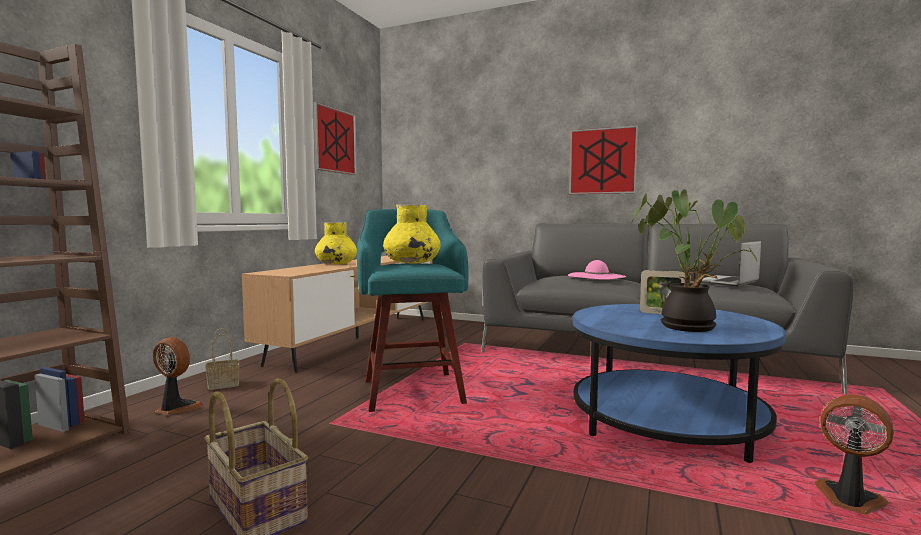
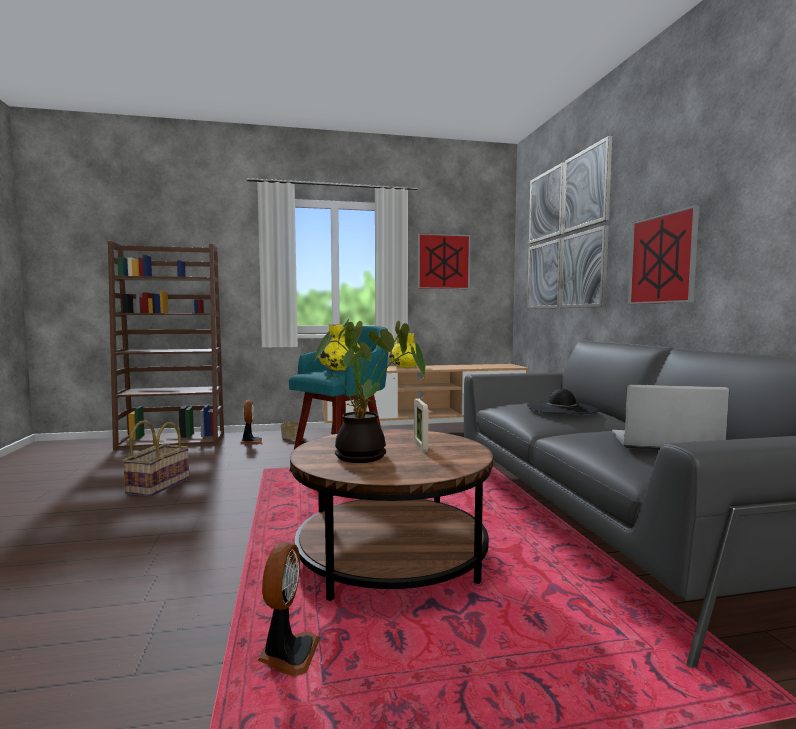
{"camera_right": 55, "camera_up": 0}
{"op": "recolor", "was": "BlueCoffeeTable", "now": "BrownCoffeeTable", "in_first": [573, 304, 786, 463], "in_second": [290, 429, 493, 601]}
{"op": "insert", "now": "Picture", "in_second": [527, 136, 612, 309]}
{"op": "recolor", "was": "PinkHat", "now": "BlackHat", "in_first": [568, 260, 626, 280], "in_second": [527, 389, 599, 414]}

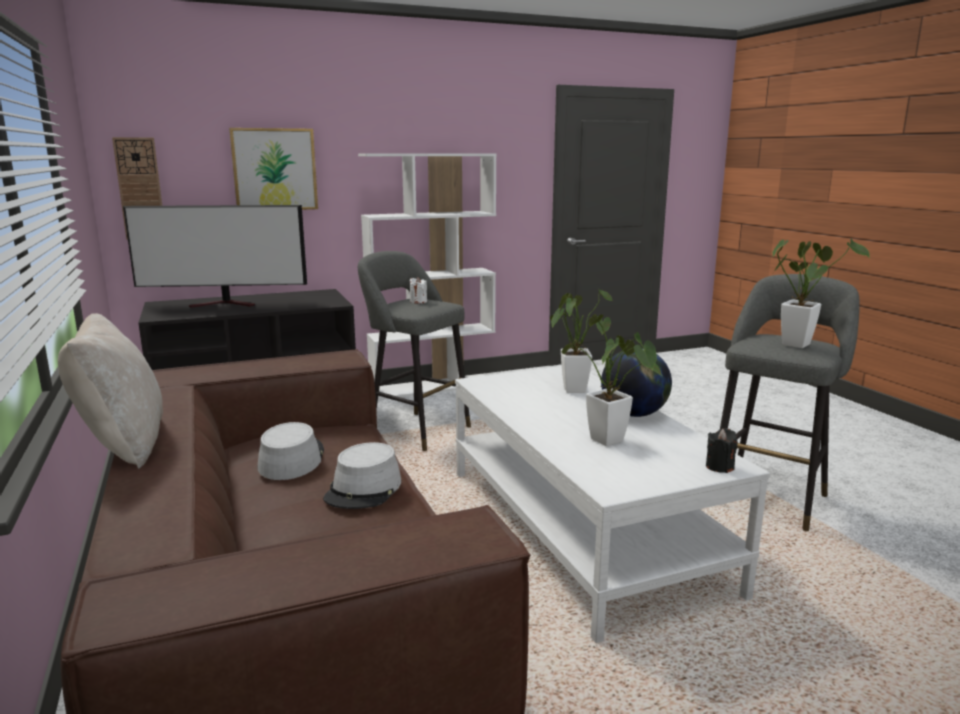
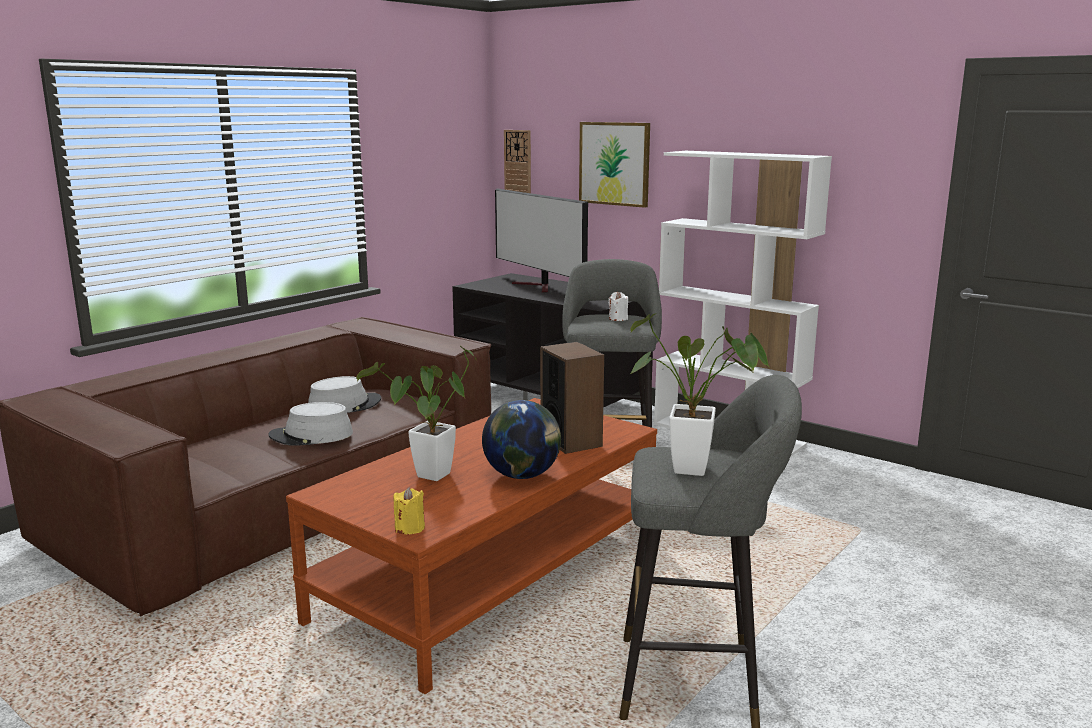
{"camera_right": 60, "camera_up": 0}
{"op": "recolor", "was": "WhiteCoffeeTable", "now": "BrownCoffeeTable", "in_first": [455, 366, 770, 643], "in_second": [286, 398, 657, 694]}
{"op": "recolor", "was": "BlackCandle", "now": "YellowCandle", "in_first": [706, 428, 738, 473], "in_second": [393, 487, 425, 535]}
{"op": "replace", "was": "PottedPlant", "now": "Speaker", "in_first": [550, 289, 613, 393], "in_second": [540, 342, 604, 454]}
{"op": "delete", "was": "BeigePillow", "in_first": [58, 313, 163, 469]}

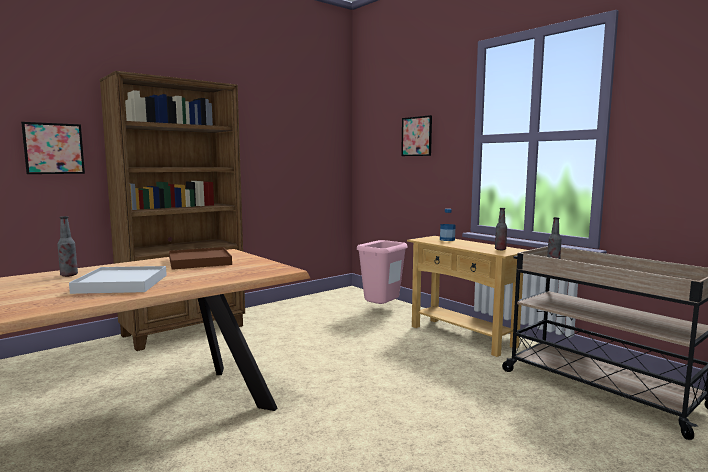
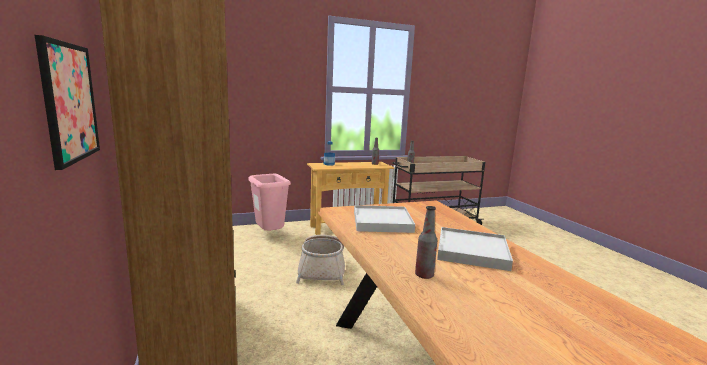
{"camera_right": -70, "camera_up": 5}
{"op": "insert", "now": "Basket", "in_second": [296, 235, 345, 285]}
{"op": "recolor", "was": "BrownTray", "now": "WhiteTray", "in_first": [169, 247, 232, 270], "in_second": [354, 205, 415, 233]}
{"op": "delete", "was": "Picture", "in_first": [401, 115, 432, 156]}

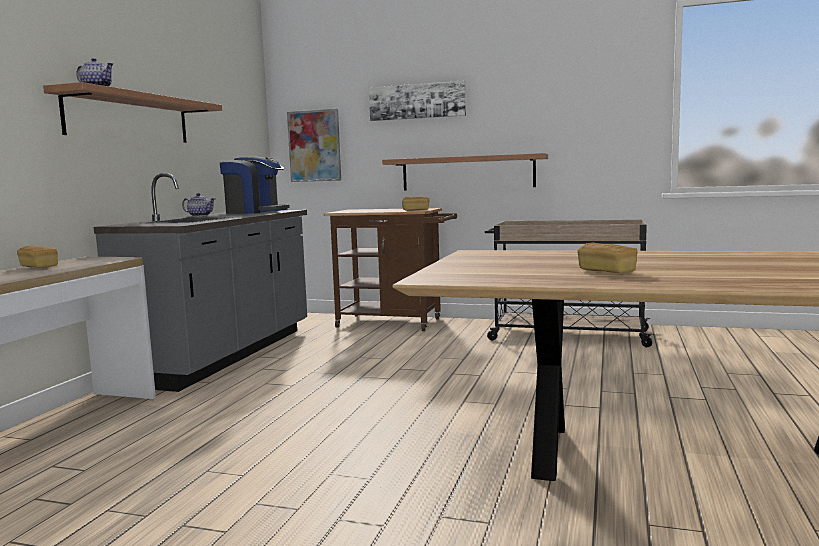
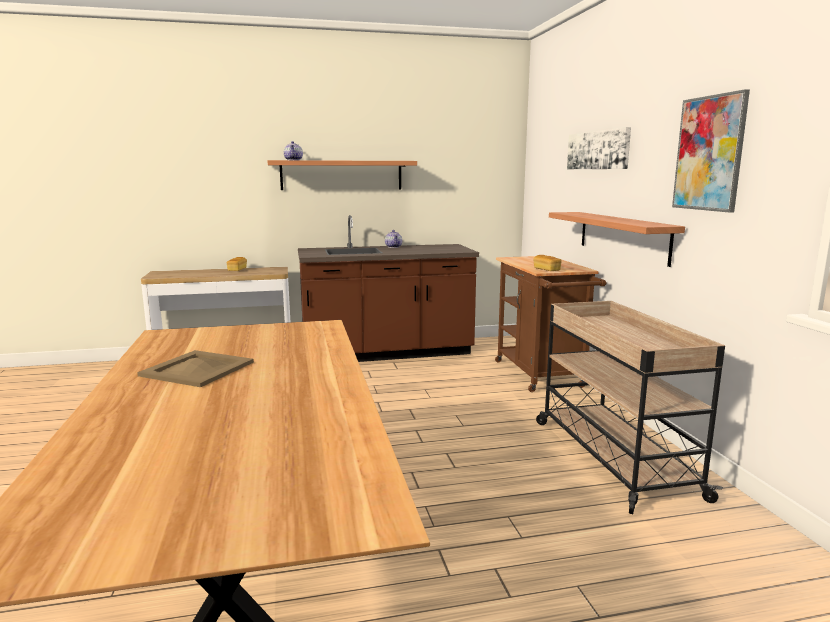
{"camera_right": 60, "camera_up": 5}
{"op": "replace", "was": "Bread", "now": "BeigeTray", "in_first": [577, 243, 638, 273], "in_second": [137, 350, 254, 387]}
{"op": "recolor", "was": "GreyCounter", "now": "BrownCounter", "in_first": [94, 173, 307, 392], "in_second": [298, 215, 479, 362]}
{"op": "move", "was": "Picture", "in_first": [287, 109, 341, 182], "in_second": [672, 89, 750, 213]}
{"op": "delete", "was": "CoffeeMachine", "in_first": [220, 156, 290, 214]}

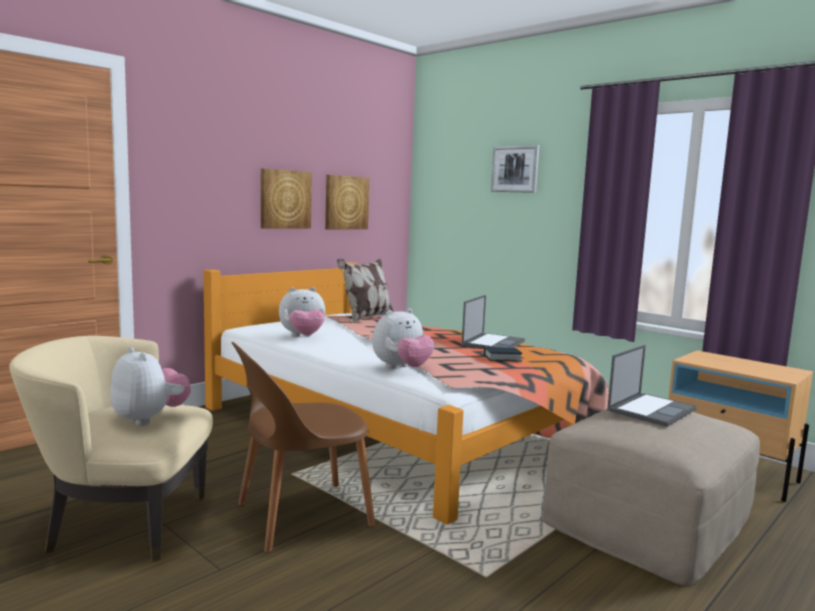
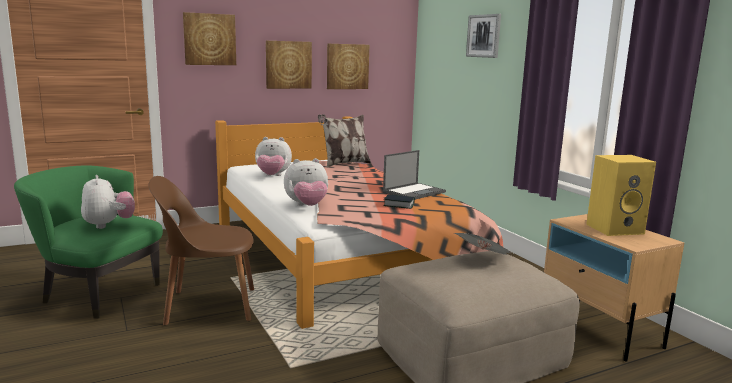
{"camera_right": 20, "camera_up": 5}
{"op": "recolor", "was": "BeigeArmchair", "now": "GreenArmchair", "in_first": [9, 336, 213, 562], "in_second": [14, 166, 163, 319]}
{"op": "insert", "now": "Picture", "in_second": [183, 12, 236, 65]}
{"op": "replace", "was": "Laptop", "now": "Newspaper", "in_first": [607, 345, 697, 427], "in_second": [454, 233, 511, 255]}
{"op": "insert", "now": "YellowSpeaker", "in_second": [586, 155, 656, 236]}

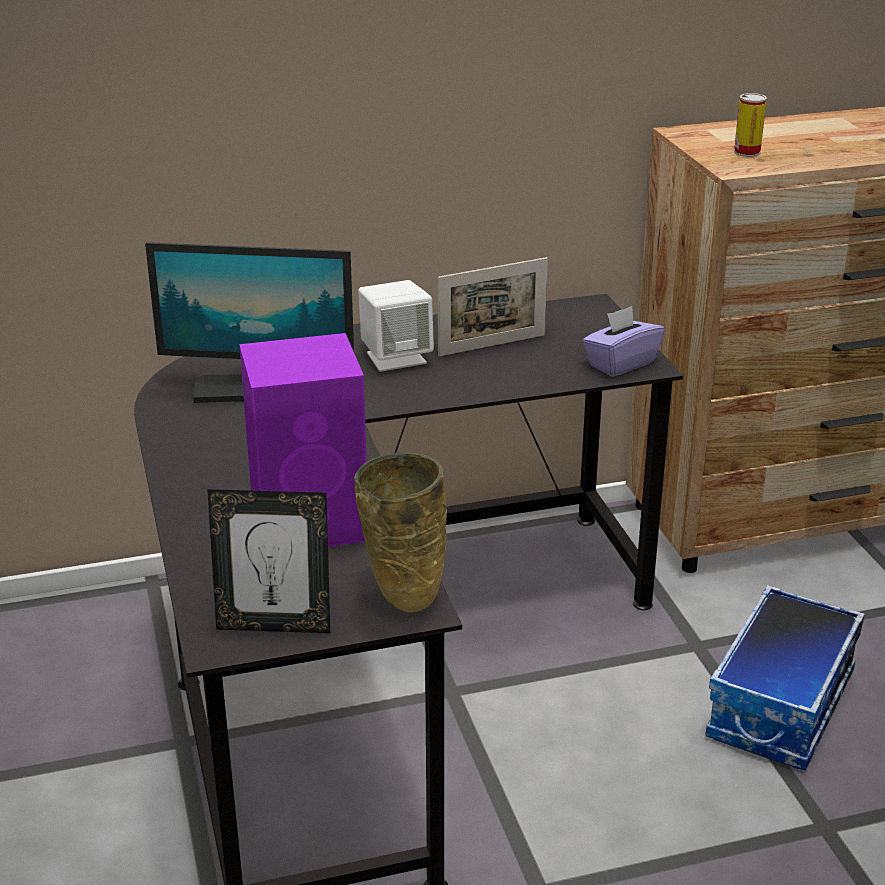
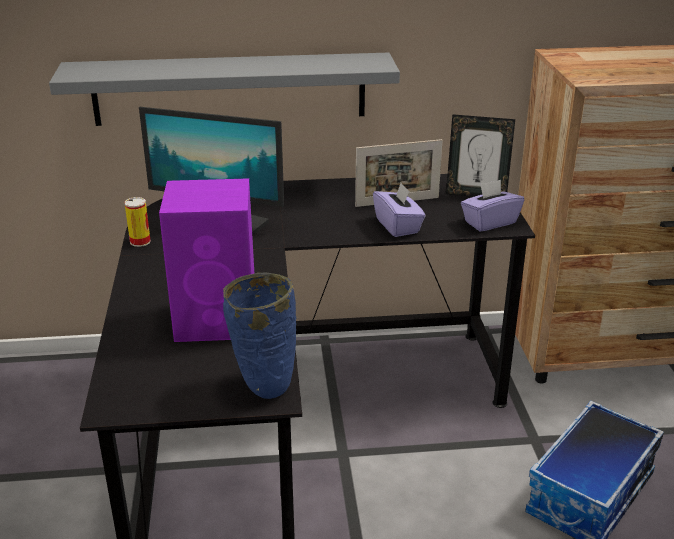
{"camera_right": 10, "camera_up": 0}
{"op": "insert", "now": "GreyShelf", "in_second": [49, 53, 400, 126]}
{"op": "move", "was": "Can", "in_first": [734, 93, 767, 157], "in_second": [125, 197, 151, 247]}
{"op": "recolor", "was": "BeigeVase", "now": "BlueVase", "in_first": [354, 452, 447, 612], "in_second": [223, 273, 296, 399]}
{"op": "insert", "now": "PurpleTissueBox", "in_second": [373, 183, 425, 237]}
{"op": "move", "was": "PictureFrame", "in_first": [207, 489, 330, 633], "in_second": [446, 114, 515, 197]}
{"op": "delete", "was": "WhiteSpeaker", "in_first": [358, 280, 434, 372]}

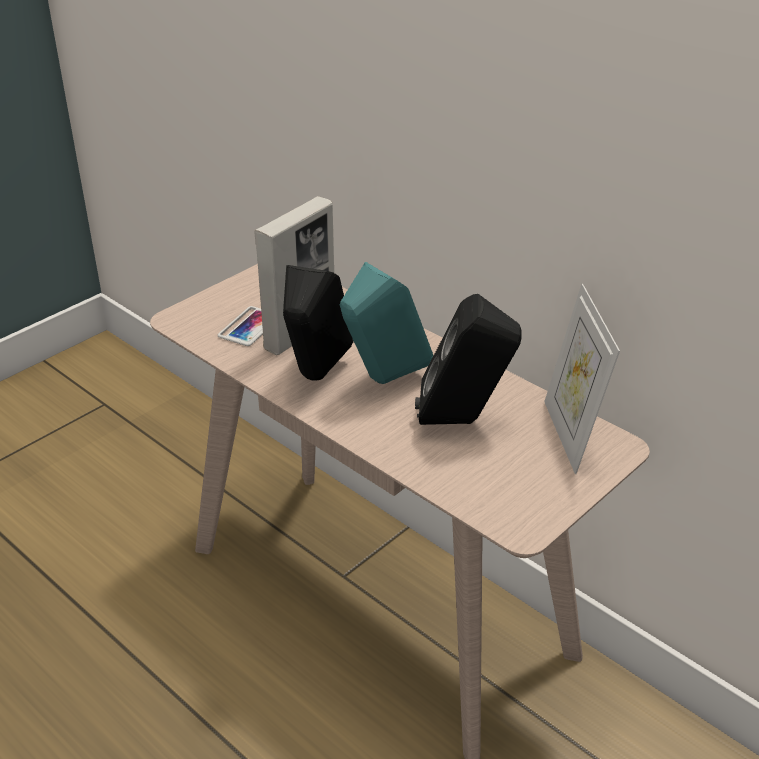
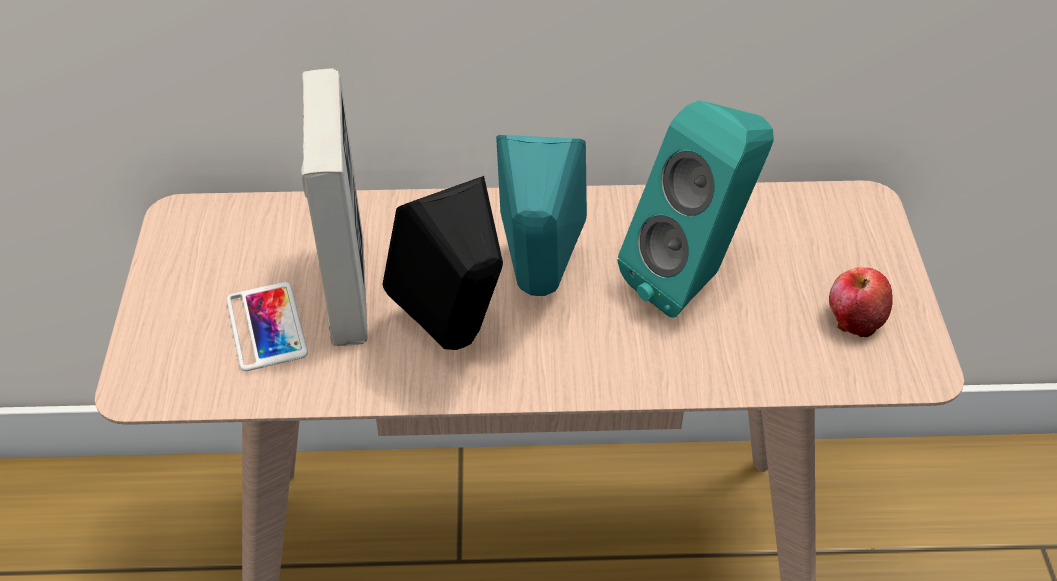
{"camera_right": -45, "camera_up": 10}
{"op": "recolor", "was": "BlackSpeaker", "now": "TurquoiseSpeaker", "in_first": [415, 294, 522, 425], "in_second": [618, 100, 774, 318]}
{"op": "insert", "now": "Apple", "in_second": [829, 267, 893, 337]}
{"op": "delete", "was": "PictureFrame", "in_first": [544, 284, 620, 474]}

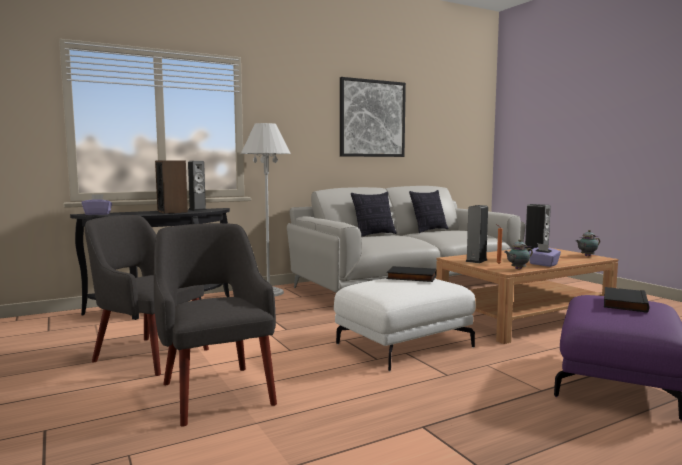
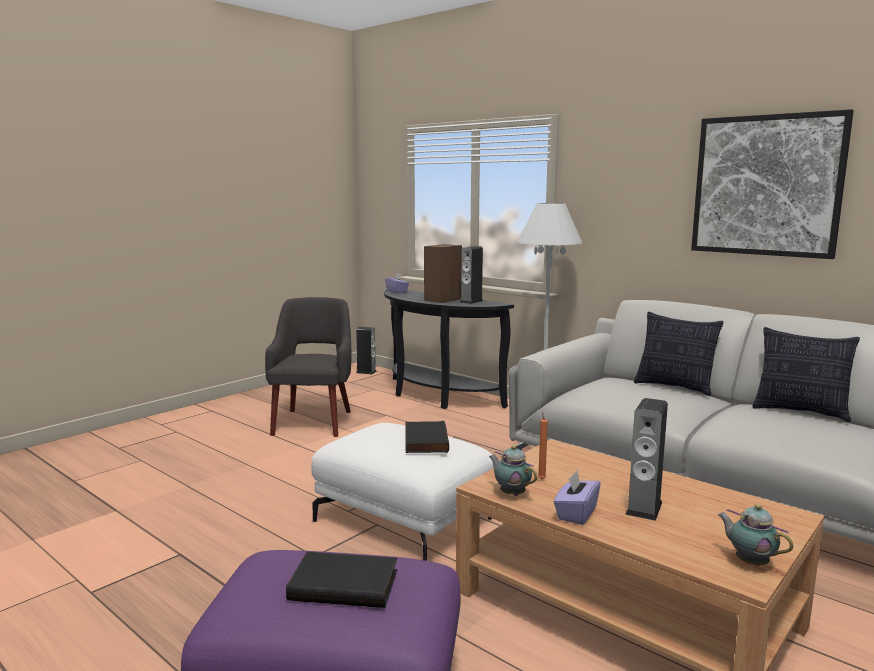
{"camera_right": 70, "camera_up": 5}
{"op": "move", "was": "Speaker", "in_first": [465, 205, 488, 263], "in_second": [356, 327, 377, 374]}
{"op": "delete", "was": "GreyArmchair", "in_first": [154, 223, 277, 427]}

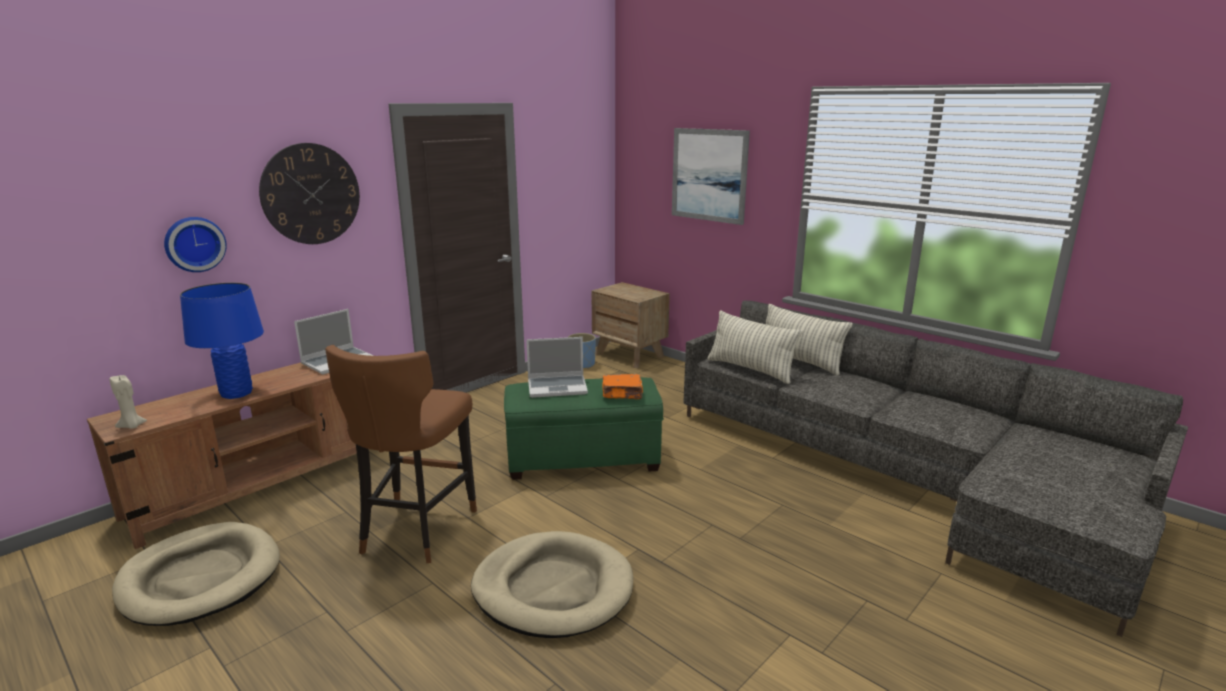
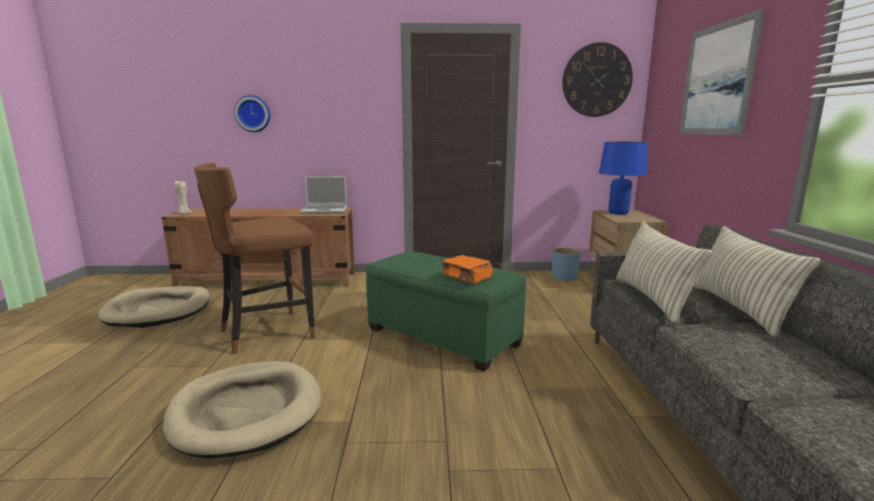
{"camera_right": 45, "camera_up": -5}
{"op": "move", "was": "WallClock", "in_first": [259, 143, 360, 244], "in_second": [562, 42, 633, 117]}
{"op": "move", "was": "BlueTableLamp", "in_first": [180, 283, 264, 399], "in_second": [599, 141, 647, 215]}
{"op": "delete", "was": "Laptop", "in_first": [526, 337, 588, 398]}

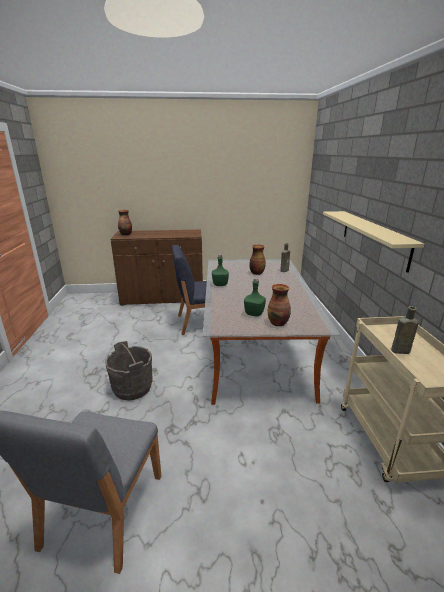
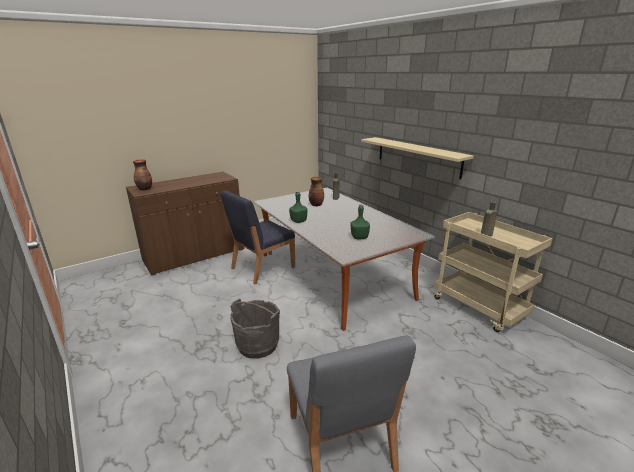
{"camera_right": -30, "camera_up": 0}
{"op": "delete", "was": "Vase", "in_first": [268, 284, 291, 326]}

